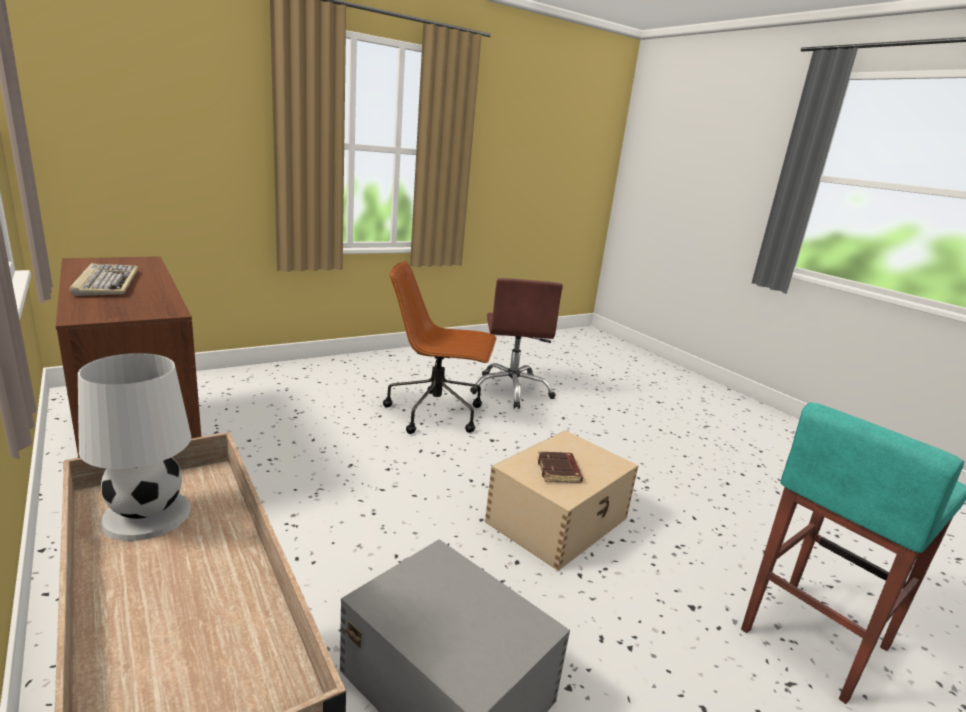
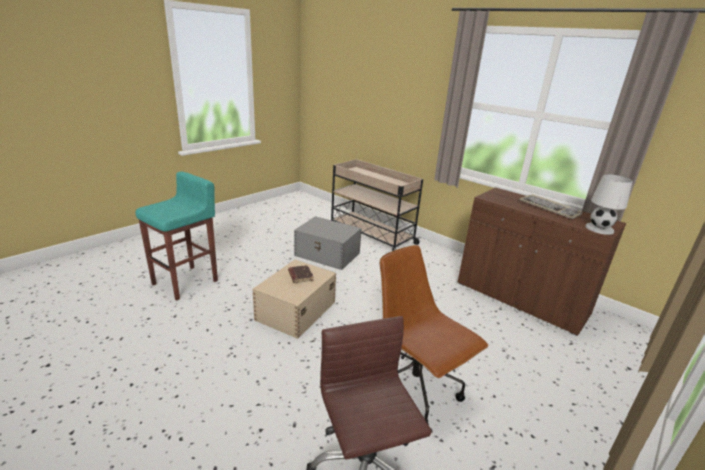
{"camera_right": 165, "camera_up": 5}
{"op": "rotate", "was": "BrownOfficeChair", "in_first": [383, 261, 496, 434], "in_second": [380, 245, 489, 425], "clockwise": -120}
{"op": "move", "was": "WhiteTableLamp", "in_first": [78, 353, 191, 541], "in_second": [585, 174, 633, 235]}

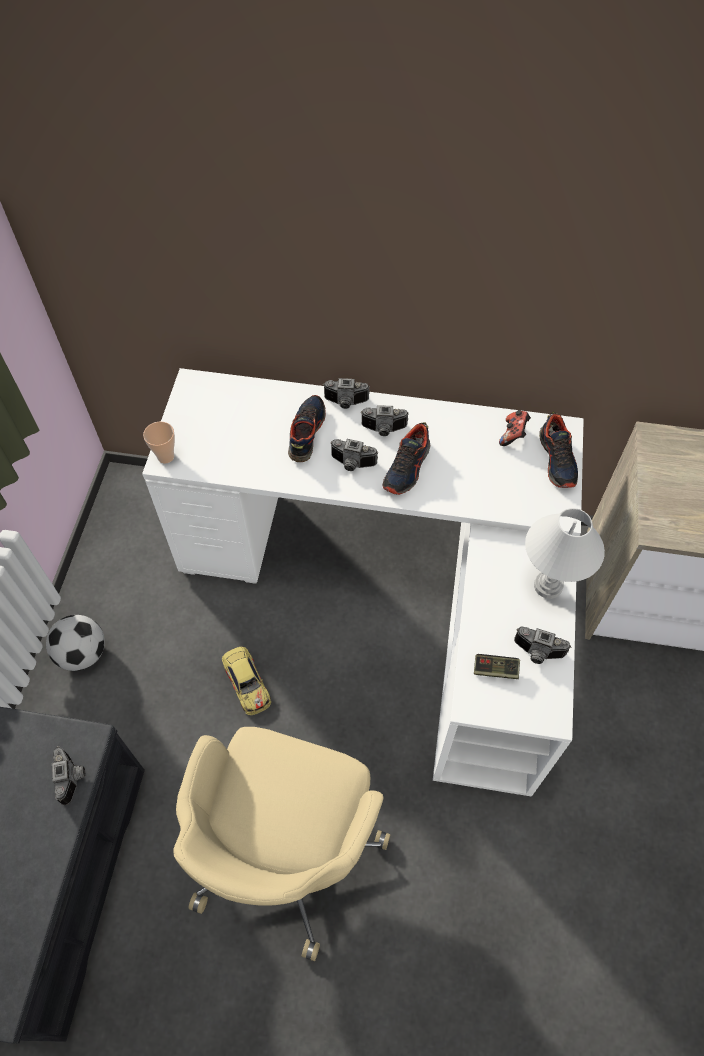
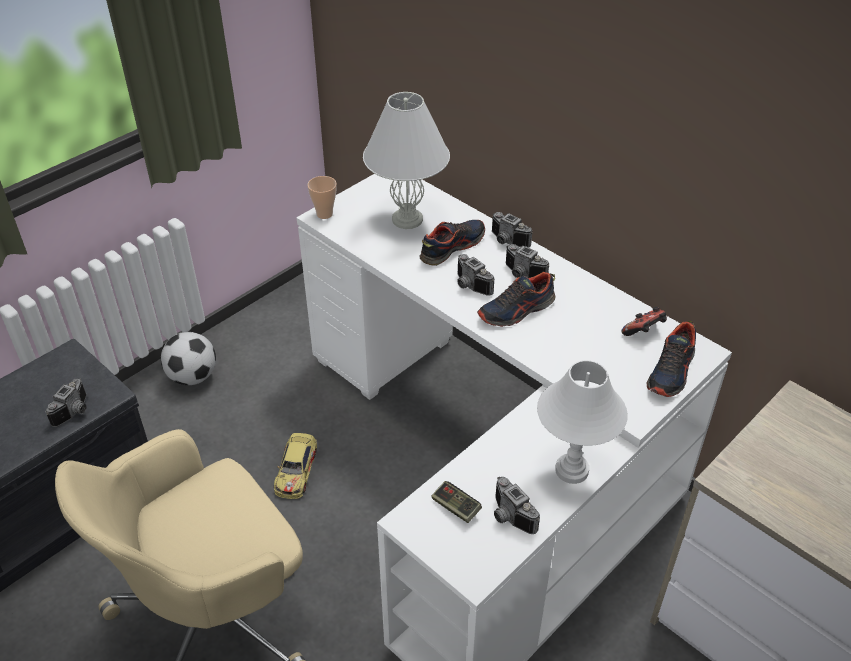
{"camera_right": 35, "camera_up": -15}
{"op": "insert", "now": "WhiteTableLamp", "in_second": [363, 92, 450, 229]}

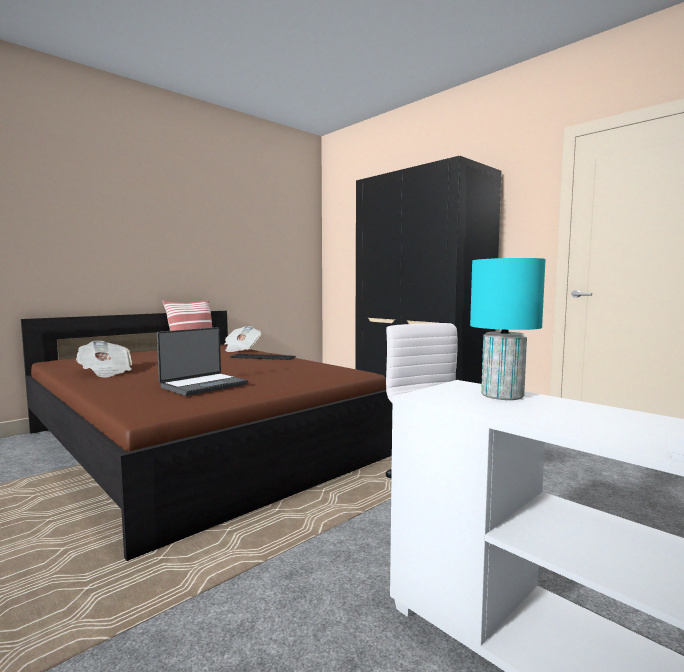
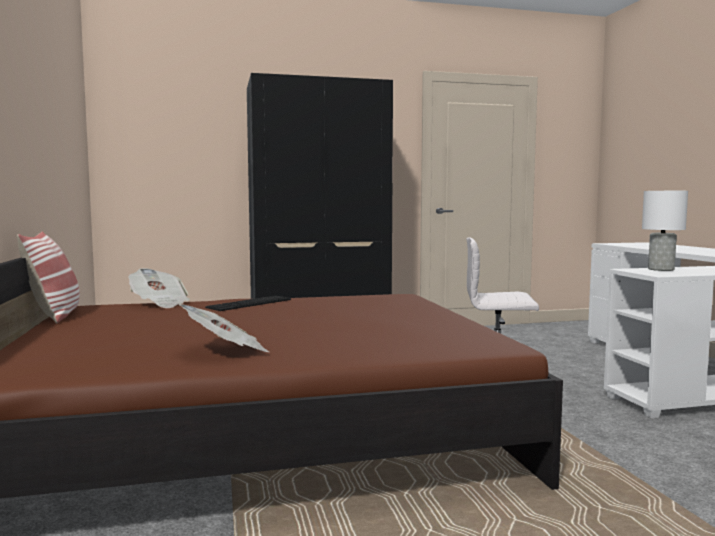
{"camera_right": -60, "camera_up": 0}
{"op": "recolor", "was": "TurquoiseTableLamp", "now": "WhiteTableLamp", "in_first": [470, 258, 546, 400], "in_second": [642, 191, 688, 271]}
{"op": "delete", "was": "Laptop", "in_first": [157, 327, 248, 396]}

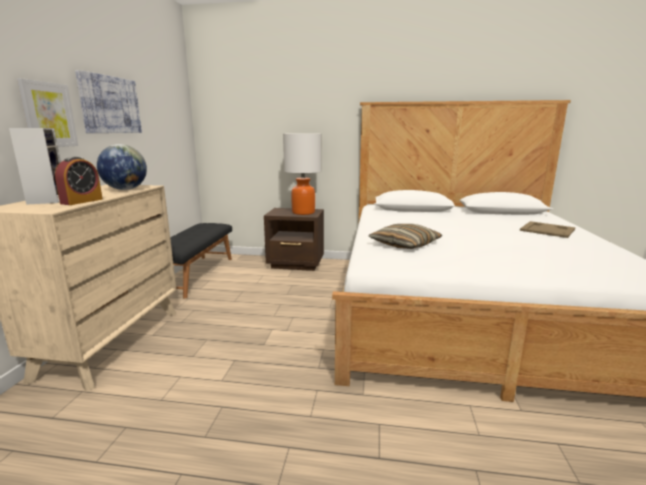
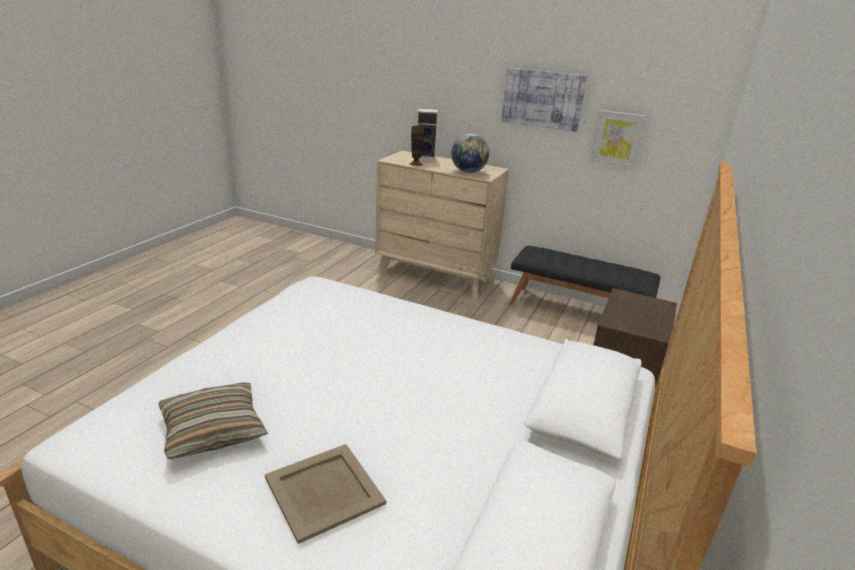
{"camera_right": 105, "camera_up": 10}
{"op": "move", "was": "Pillow", "in_first": [368, 224, 442, 249], "in_second": [158, 382, 268, 459]}
{"op": "replace", "was": "AlarmClock", "now": "Vase", "in_first": [55, 157, 103, 205], "in_second": [409, 126, 424, 166]}
{"op": "move", "was": "Picture", "in_first": [17, 78, 78, 147], "in_second": [590, 110, 646, 168]}
{"op": "delete", "was": "TableLamp", "in_first": [283, 134, 322, 215]}

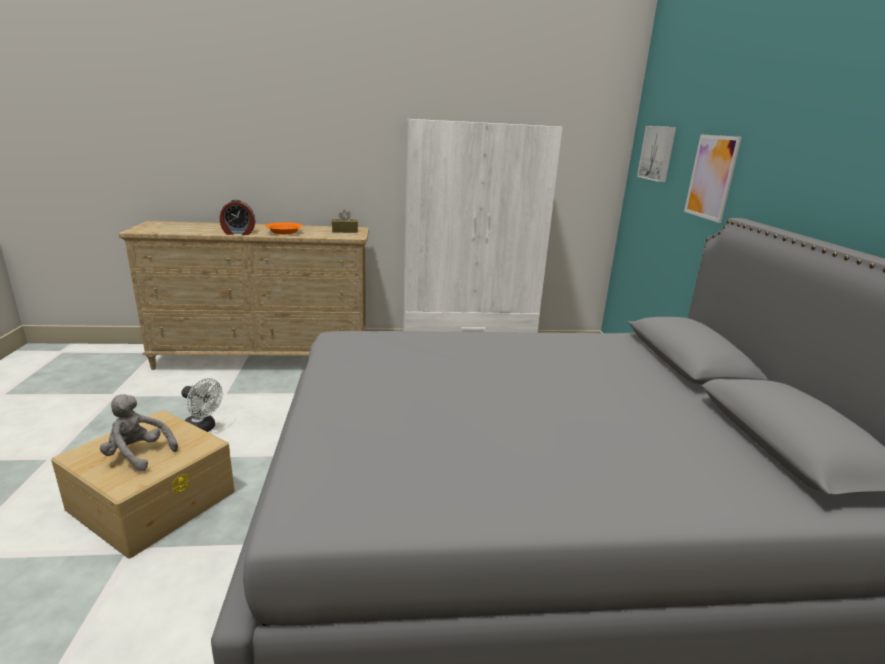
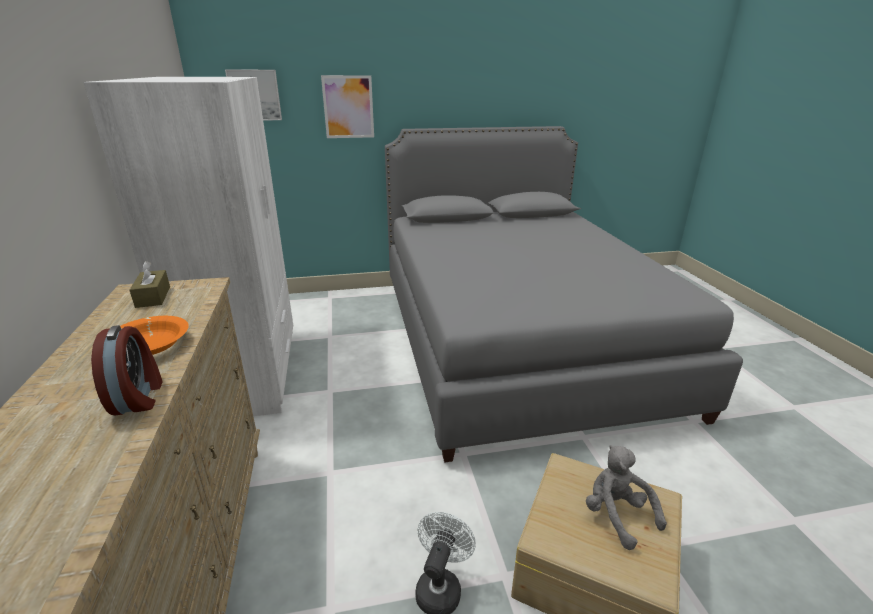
{"camera_right": -95, "camera_up": 5}
{"op": "rotate", "was": "GreyPlushToy", "in_first": [100, 394, 178, 472], "in_second": [586, 445, 667, 550], "clockwise": 135}

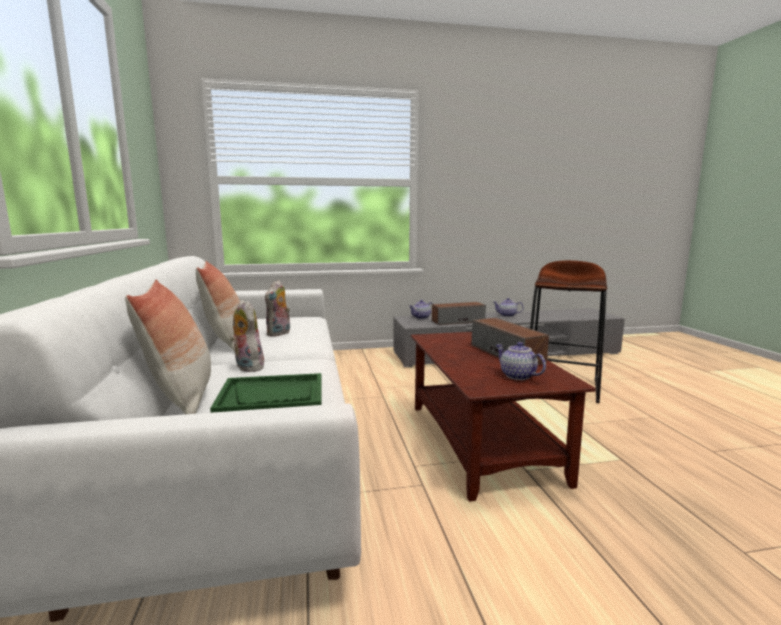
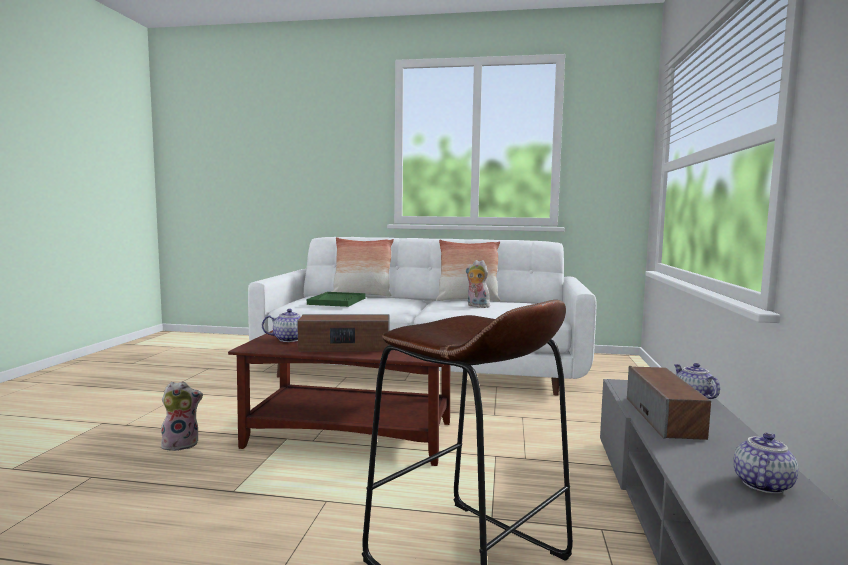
{"camera_right": 110, "camera_up": -5}
{"op": "move", "was": "PlushToy", "in_first": [230, 300, 264, 372], "in_second": [161, 381, 203, 451]}

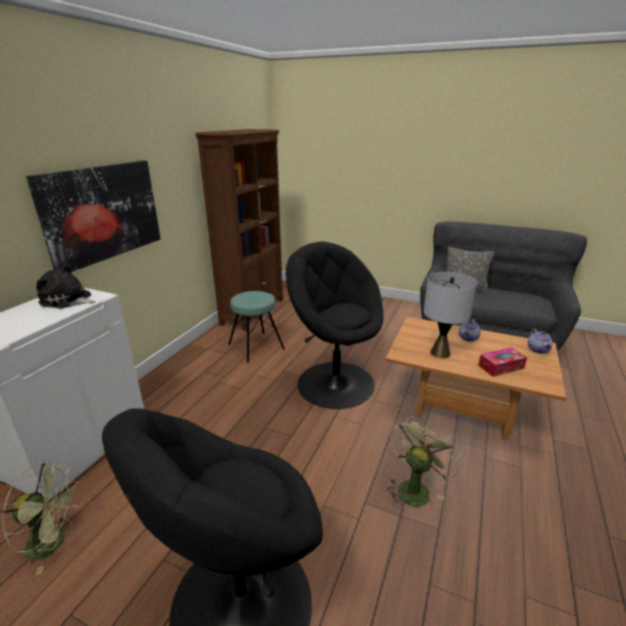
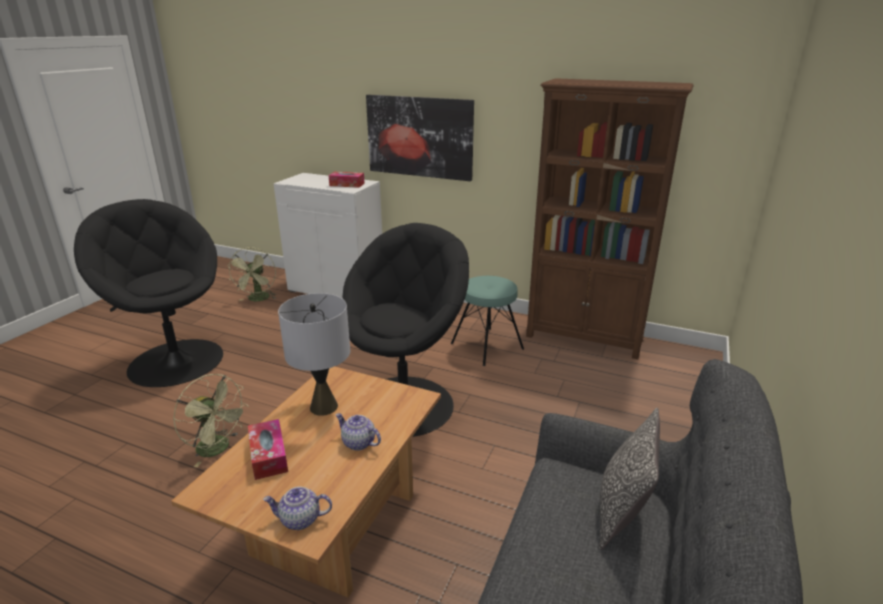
{"camera_right": 90, "camera_up": 0}
{"op": "replace", "was": "PlushToy", "now": "TissueBox", "in_first": [36, 263, 95, 309], "in_second": [328, 172, 365, 188]}

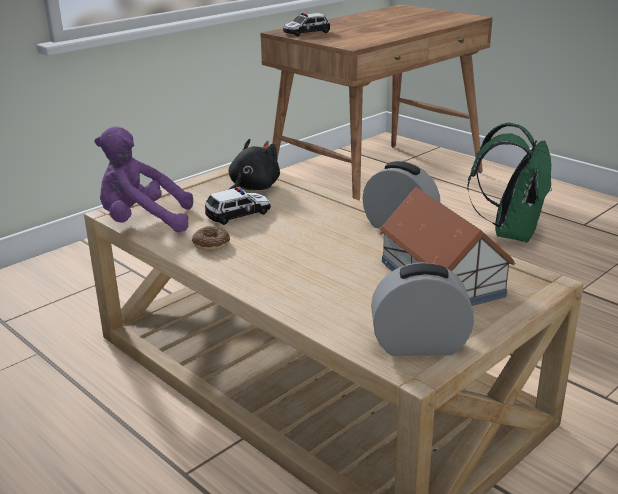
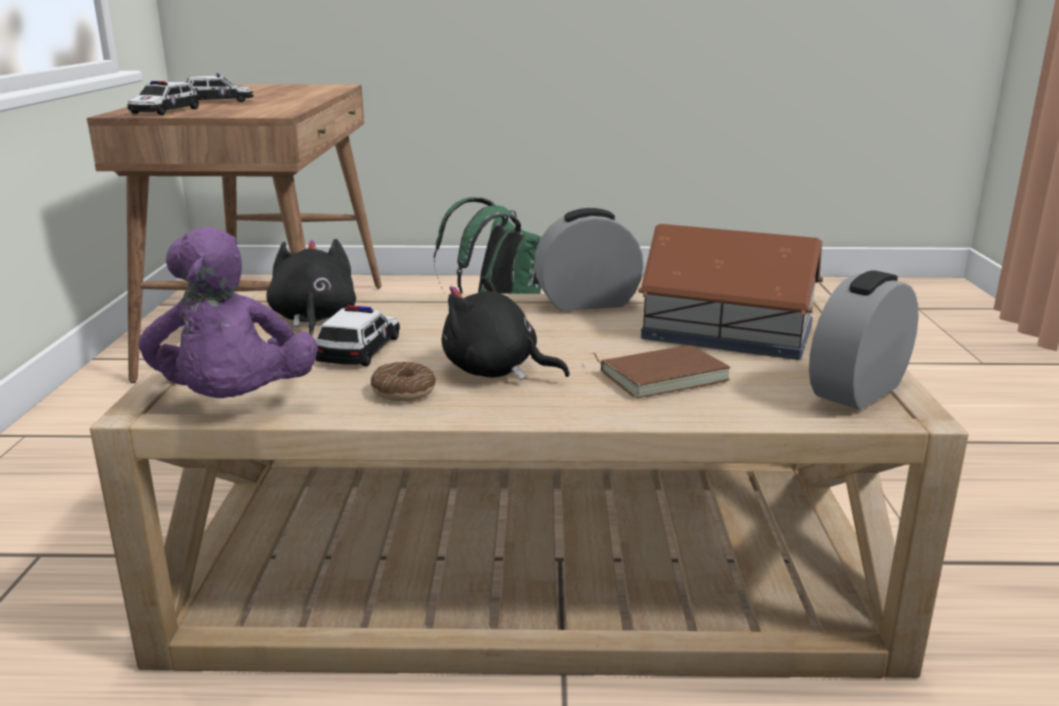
{"camera_right": -45, "camera_up": -5}
{"op": "rotate", "was": "PurplePlushToy", "in_first": [94, 126, 193, 232], "in_second": [138, 227, 318, 398], "clockwise": -60}
{"op": "insert", "now": "ToyCar", "in_second": [187, 73, 253, 102]}
{"op": "insert", "now": "BlackPlushToy", "in_second": [442, 276, 570, 380]}
{"op": "insert", "now": "BrownBook", "in_second": [592, 345, 731, 398]}

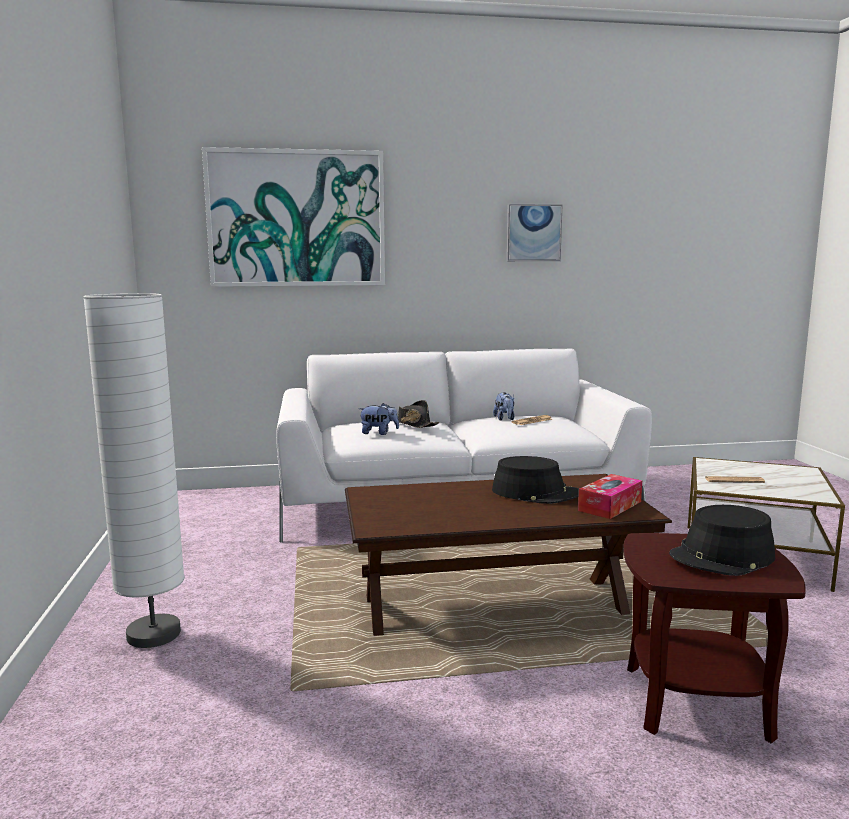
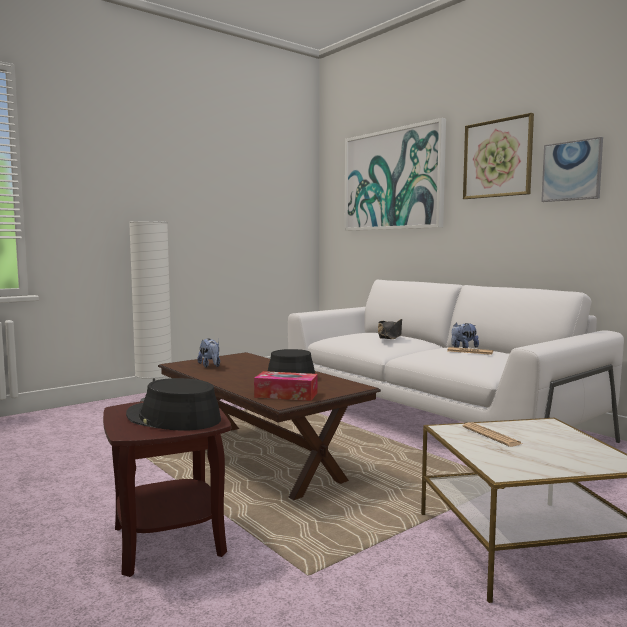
{"camera_right": 60, "camera_up": -5}
{"op": "move", "was": "PlushToy", "in_first": [359, 403, 399, 435], "in_second": [197, 339, 220, 368]}
{"op": "insert", "now": "Picture", "in_second": [463, 113, 534, 199]}

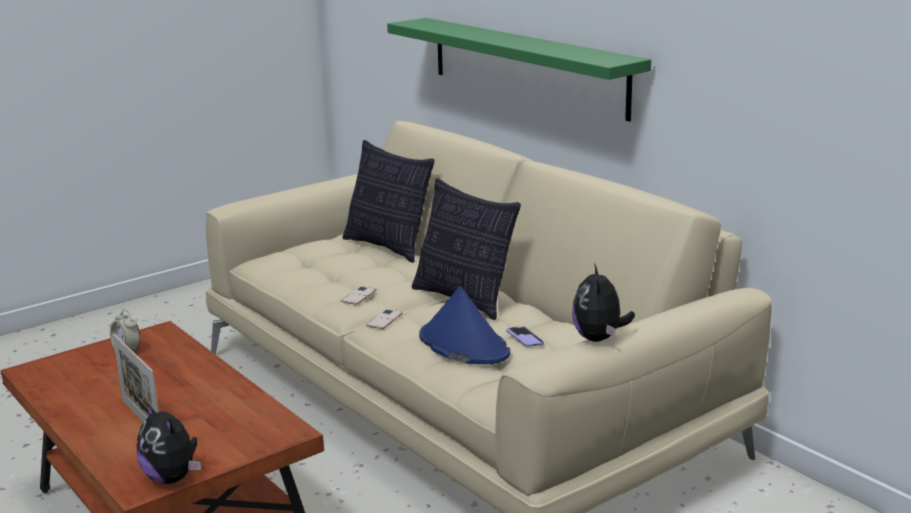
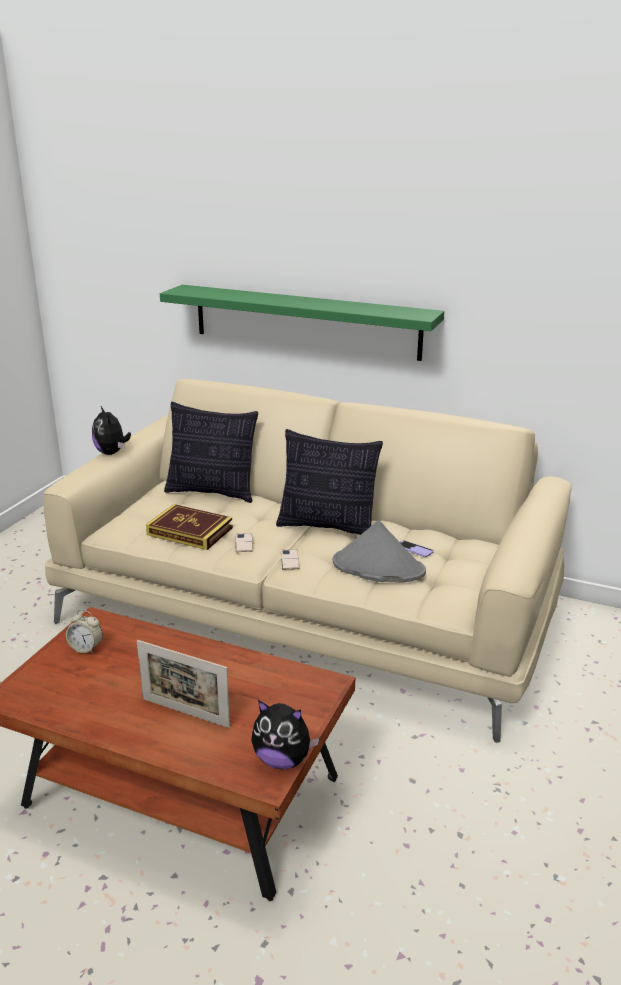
{"camera_right": -30, "camera_up": 5}
{"op": "move", "was": "PlushToy", "in_first": [572, 263, 635, 342], "in_second": [92, 406, 131, 455]}
{"op": "insert", "now": "Book", "in_second": [146, 504, 233, 550]}
{"op": "recolor", "was": "BlueHat", "now": "GreyHat", "in_first": [419, 286, 510, 364], "in_second": [333, 520, 426, 583]}

